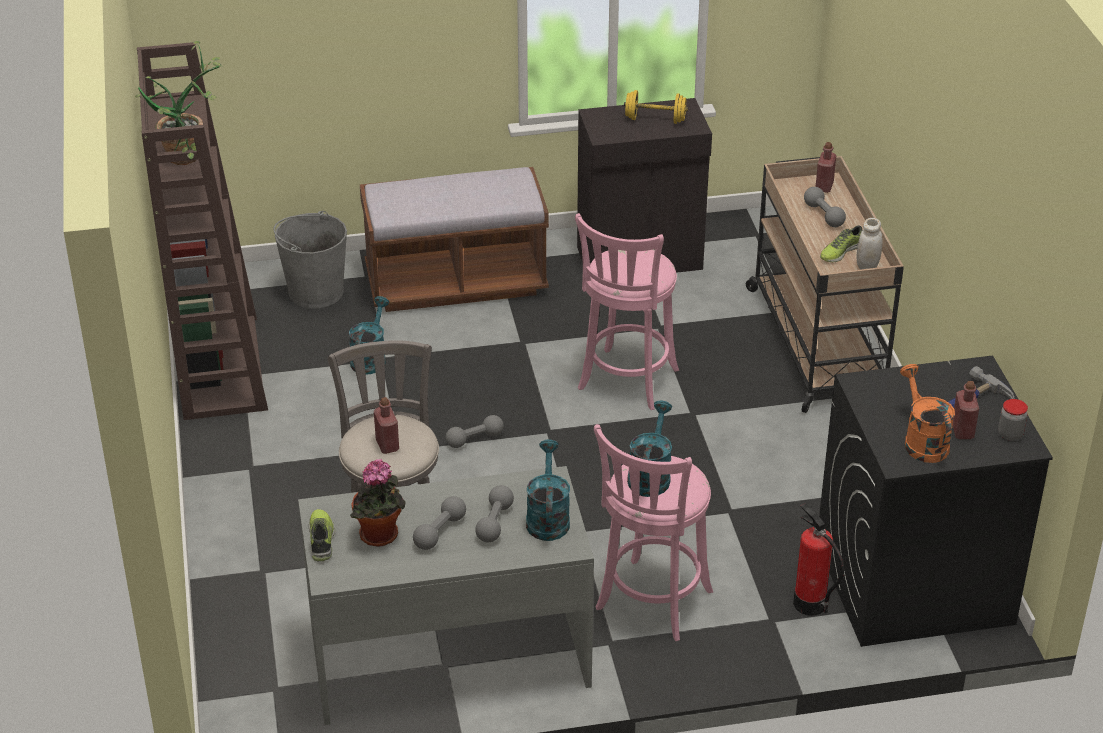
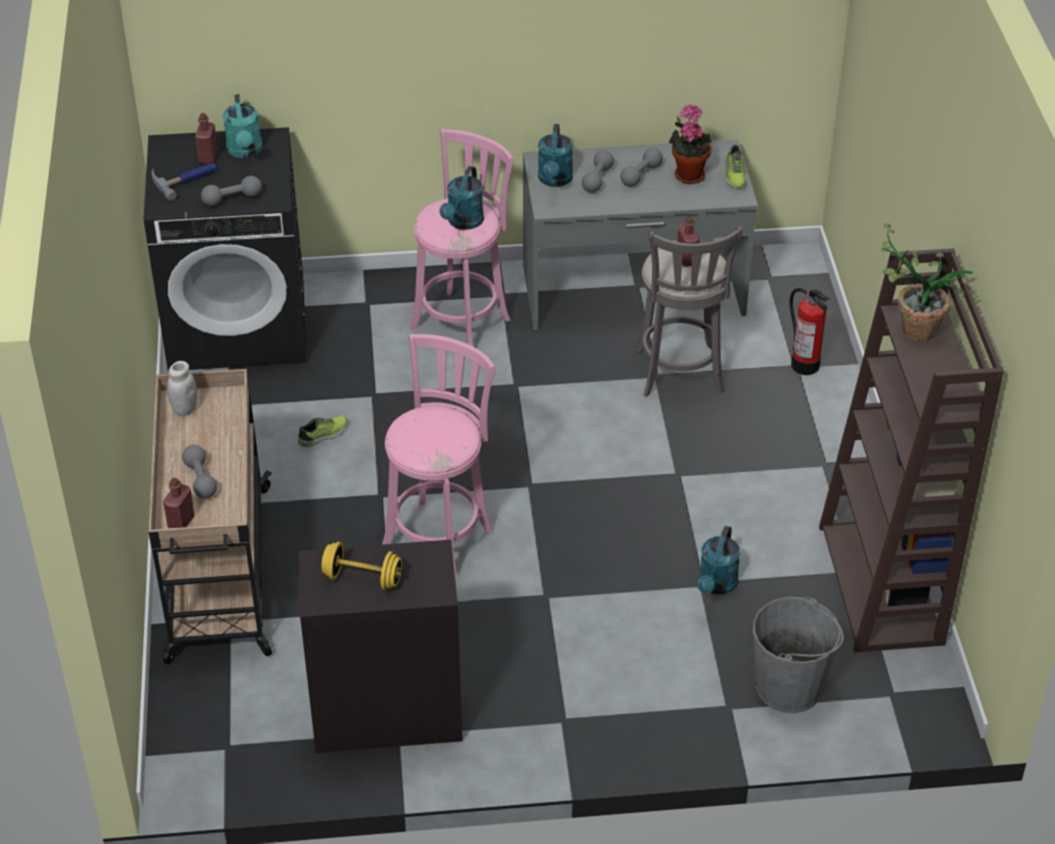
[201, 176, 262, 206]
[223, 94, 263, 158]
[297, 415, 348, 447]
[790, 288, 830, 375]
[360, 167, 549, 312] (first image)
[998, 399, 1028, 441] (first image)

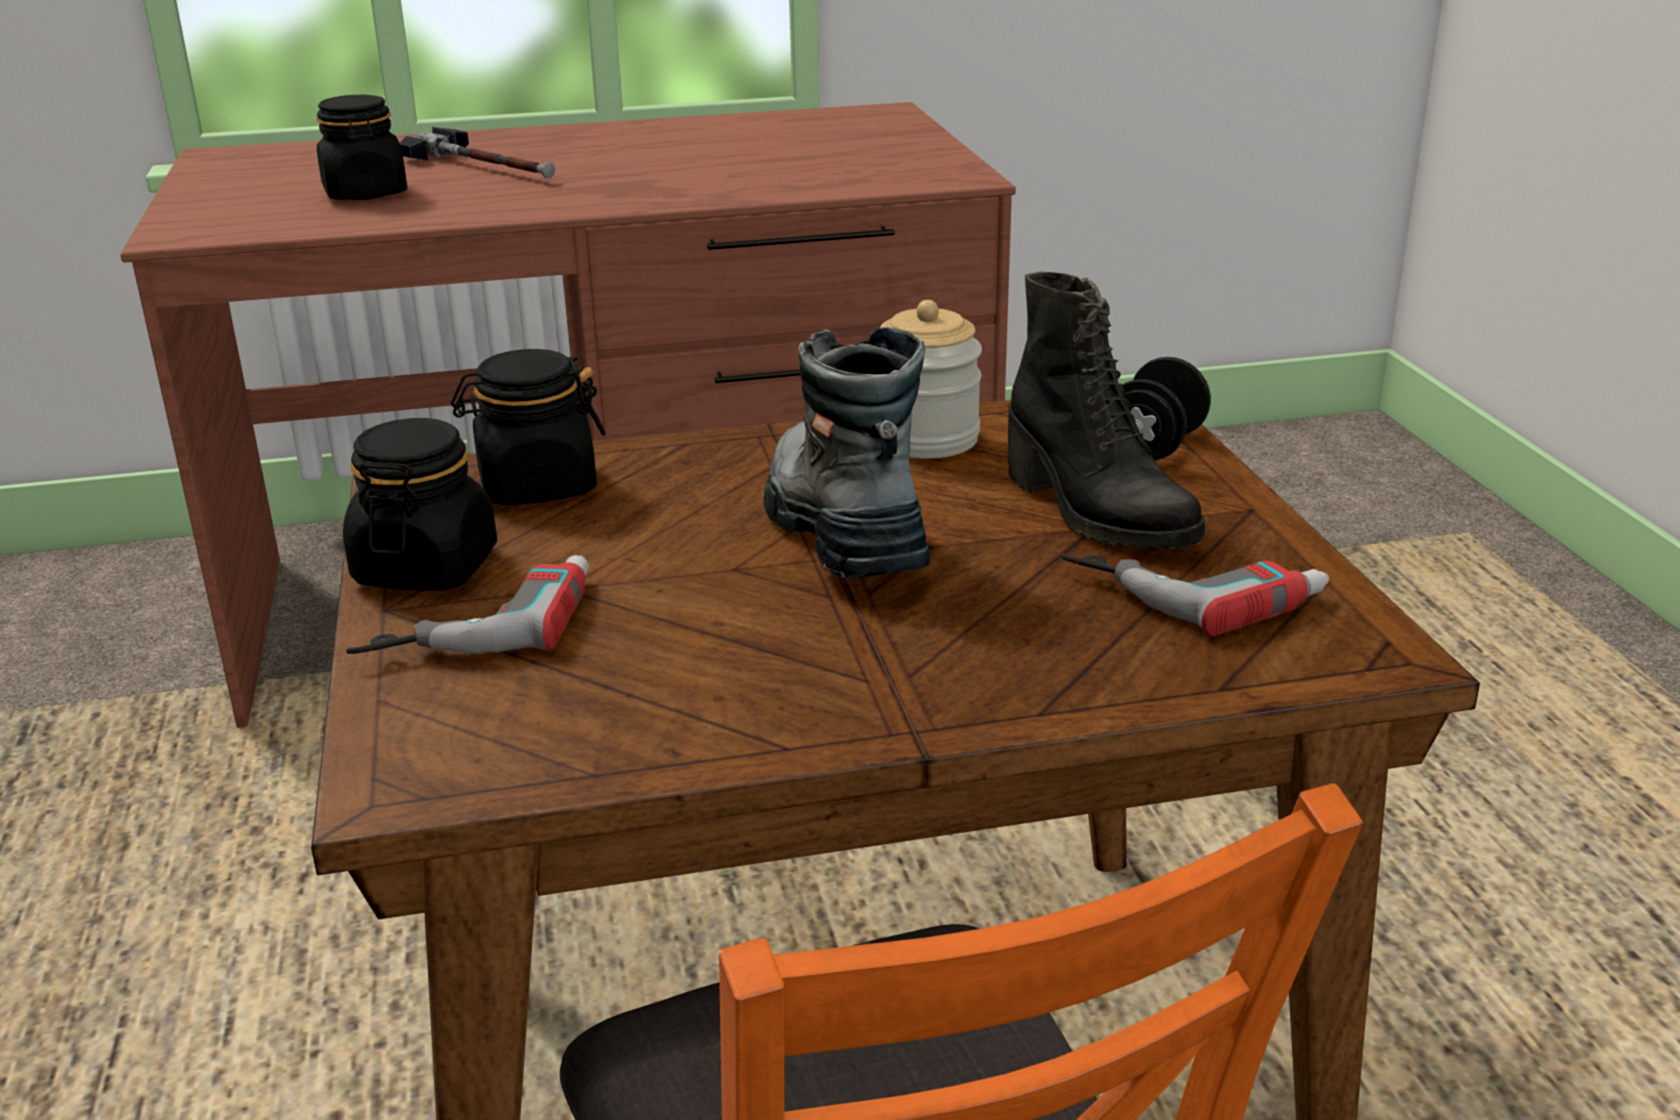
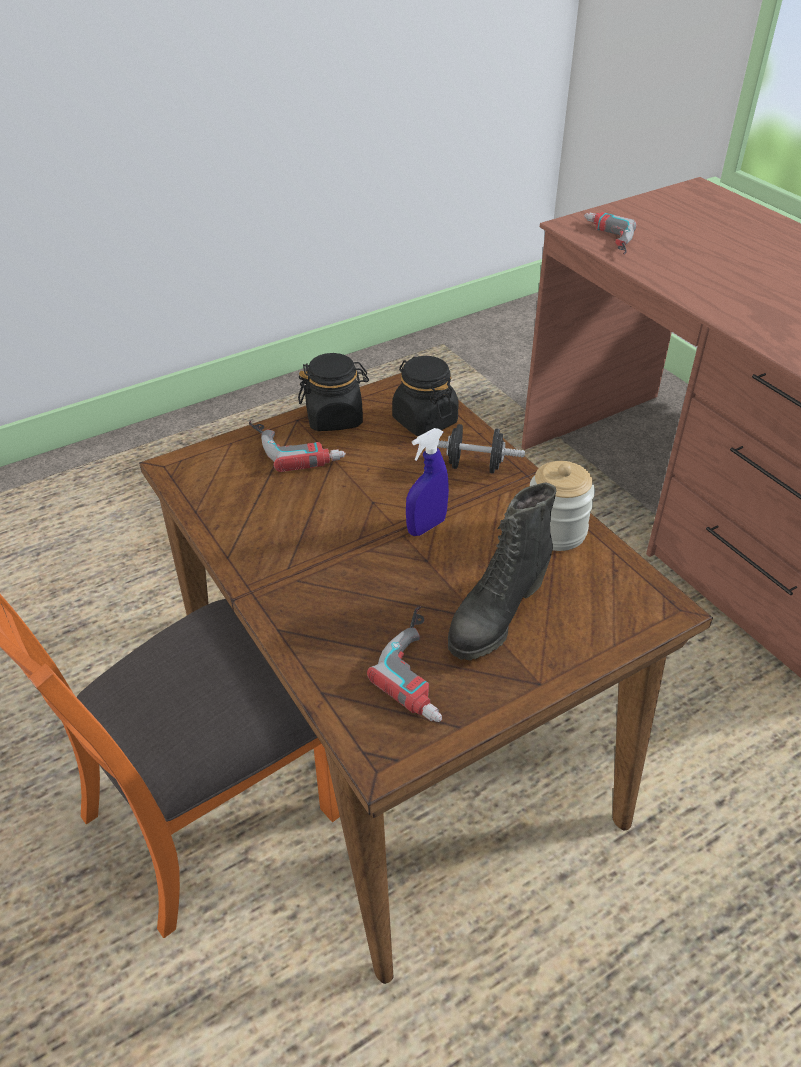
[406, 428, 449, 536]
[437, 424, 525, 473]
[584, 212, 637, 255]
[316, 94, 407, 200] (first image)
[400, 127, 555, 178] (first image)

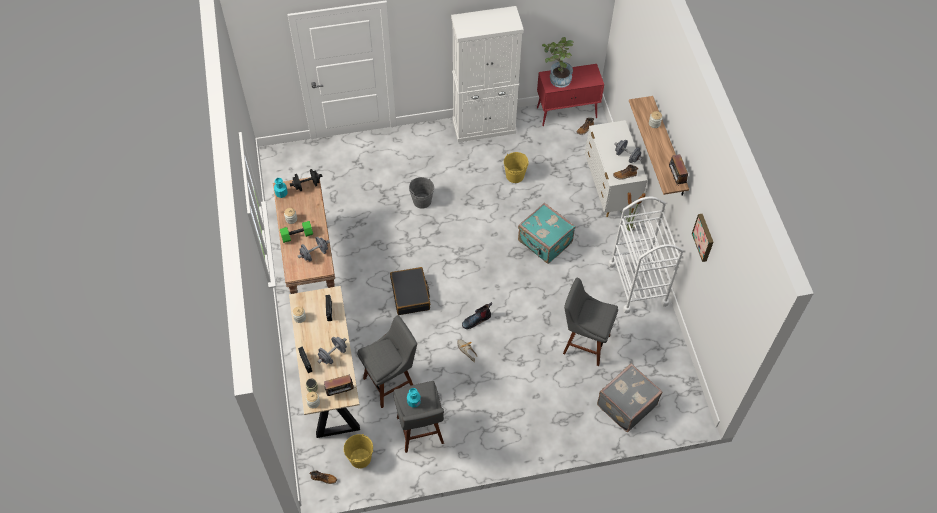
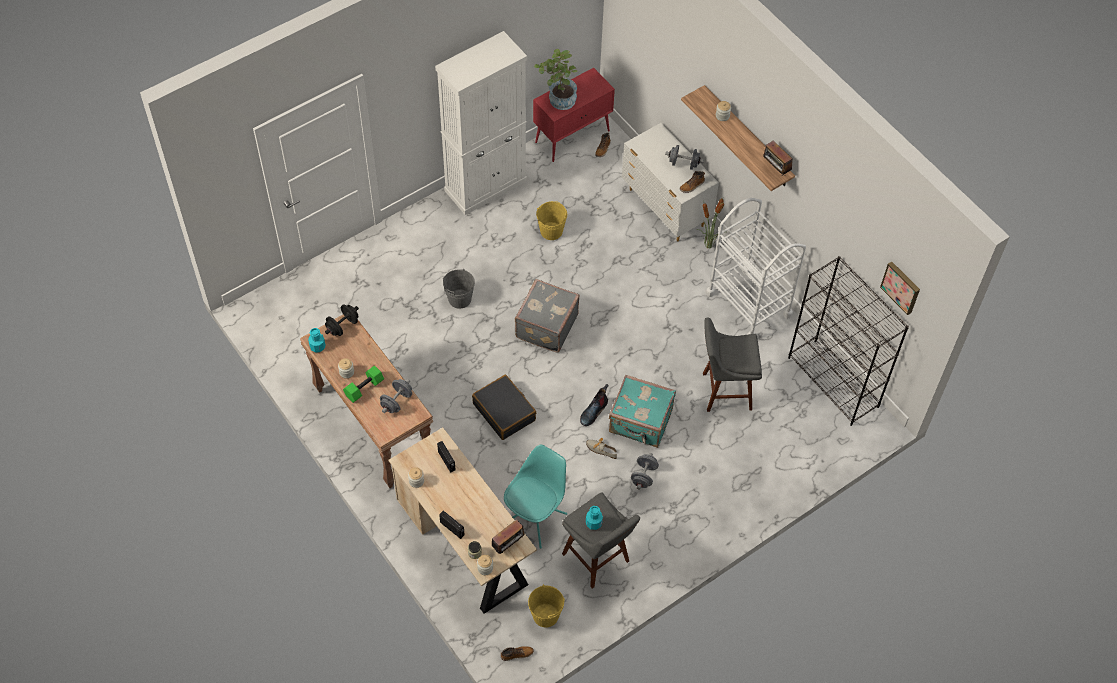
[504, 445, 567, 549]
[515, 279, 580, 353]
[609, 375, 676, 448]
[631, 453, 659, 490]
[788, 256, 909, 426]
[880, 261, 920, 315]

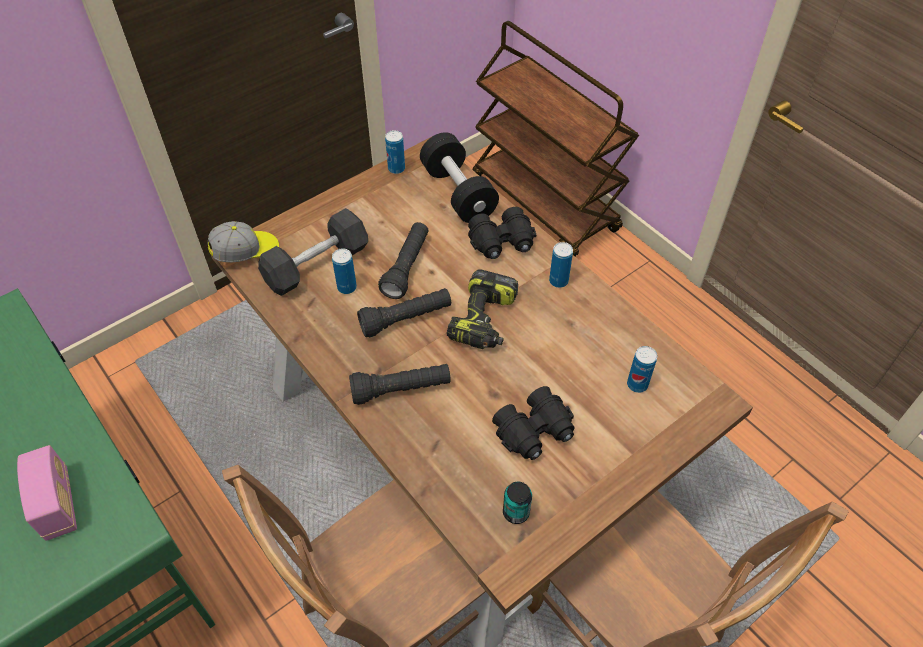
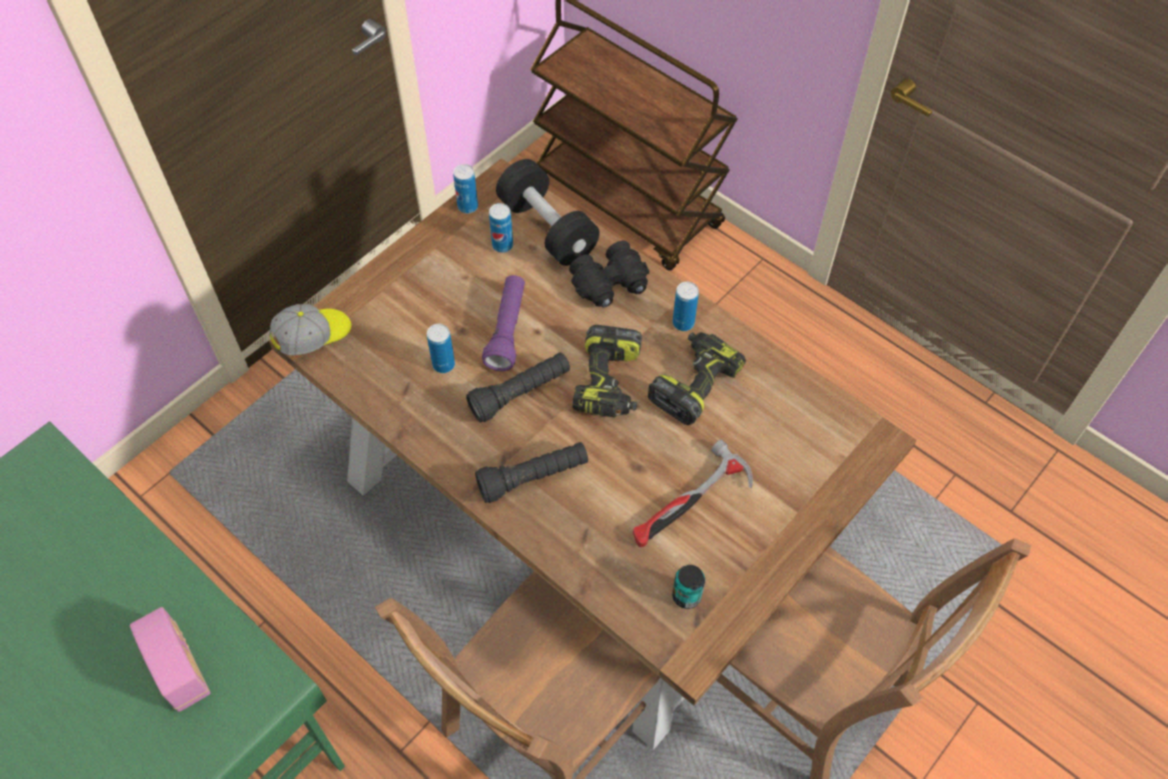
[482, 275, 525, 371]
[489, 203, 513, 253]
[633, 440, 753, 547]
[648, 332, 746, 425]
[258, 208, 368, 296] (first image)

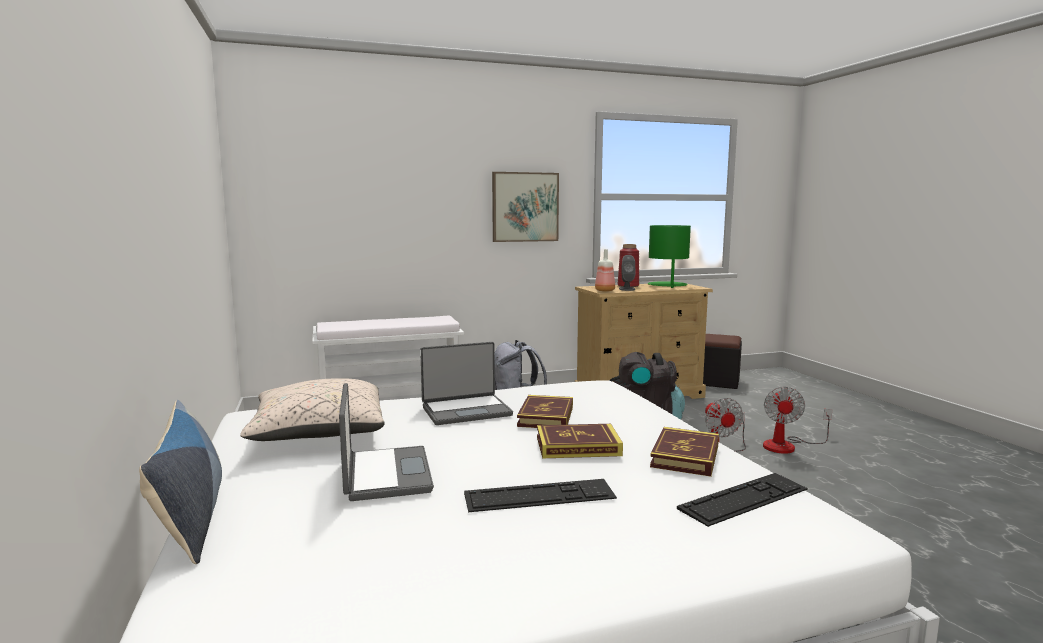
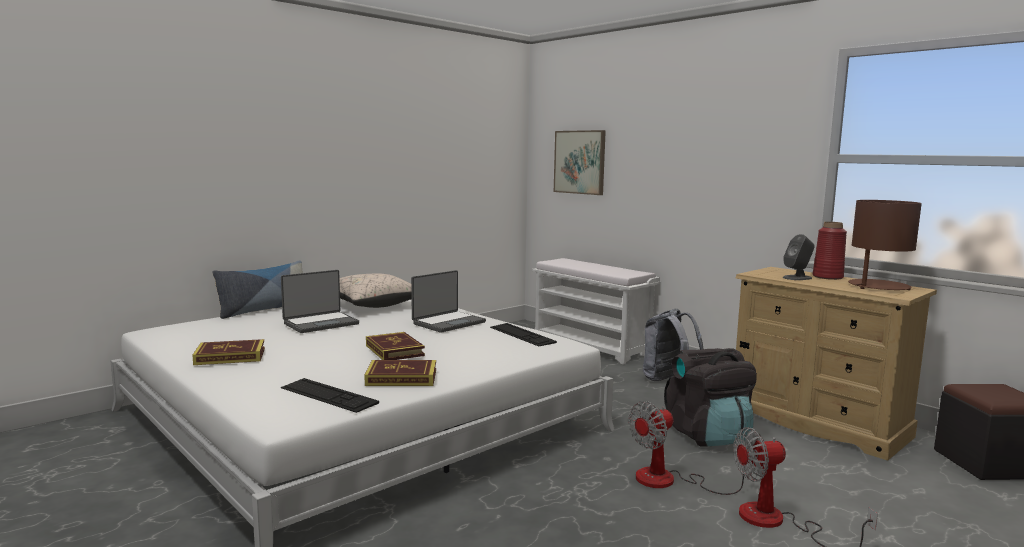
[192, 339, 265, 365]
[411, 270, 486, 333]
[490, 323, 557, 346]
[554, 130, 606, 195]
[848, 200, 922, 290]
[595, 249, 615, 292] (first image)

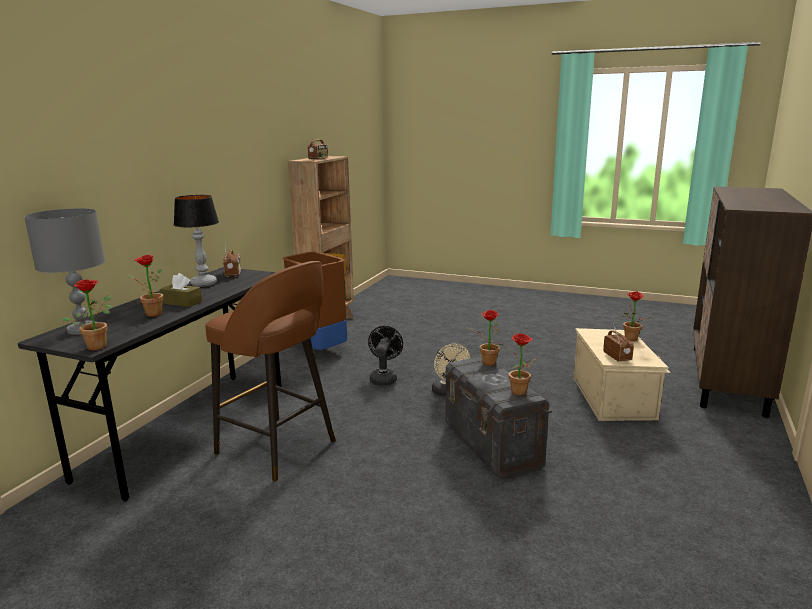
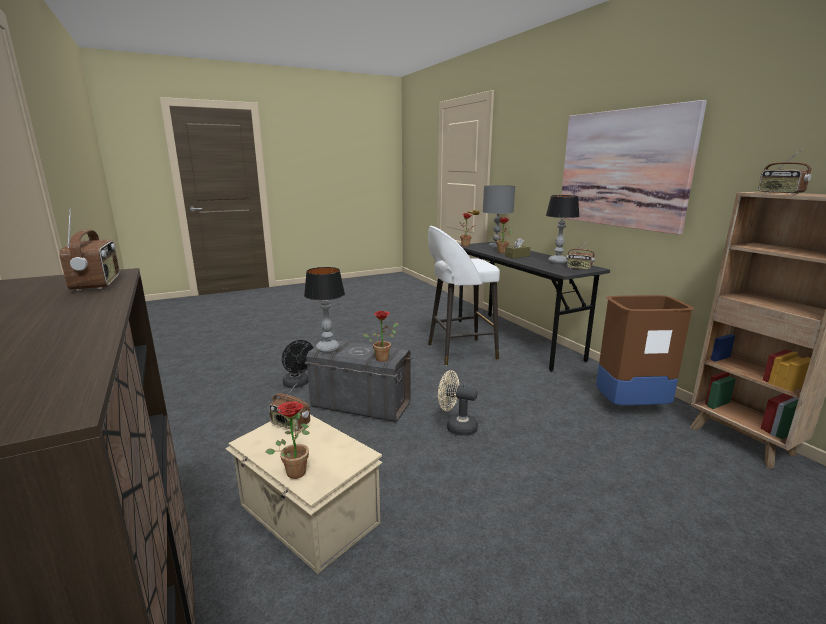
[59, 208, 120, 291]
[282, 340, 314, 388]
[304, 267, 345, 353]
[428, 226, 500, 366]
[561, 100, 707, 235]

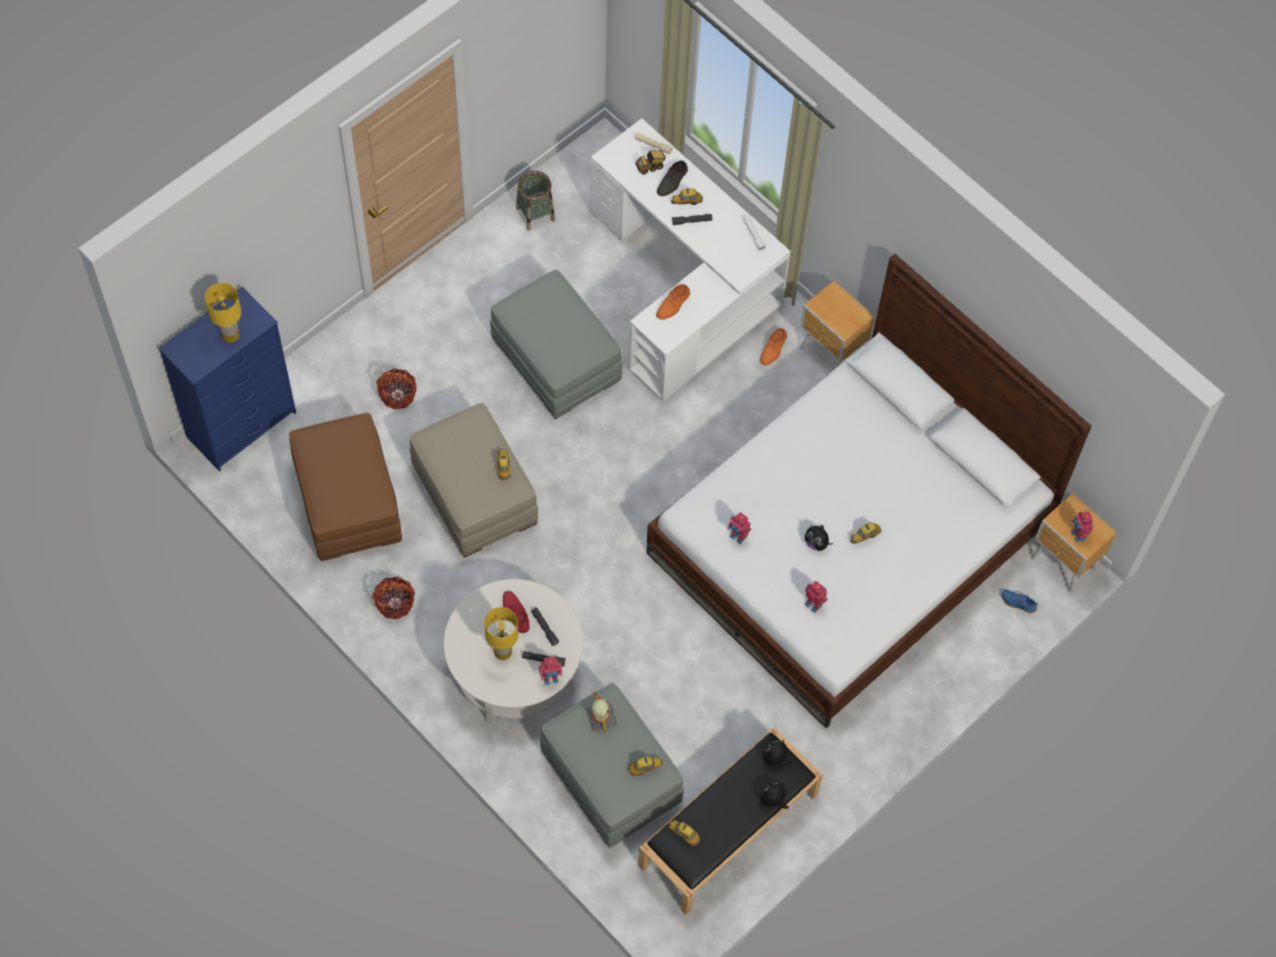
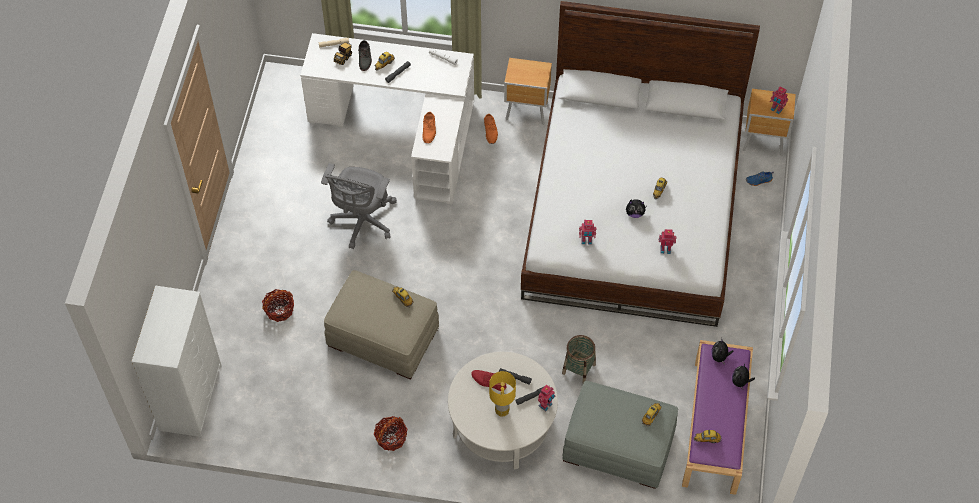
[131, 286, 222, 437]
[321, 163, 397, 249]
[562, 335, 596, 383]
[682, 340, 753, 495]
[205, 283, 242, 343] (first image)
[289, 413, 402, 561] (first image)
[586, 691, 618, 733] (first image)

